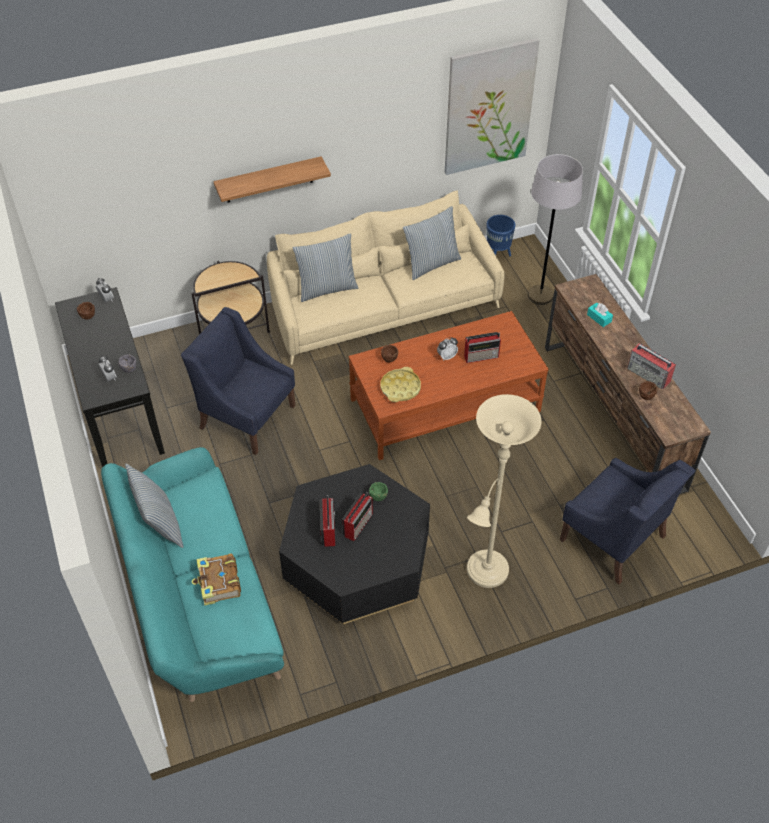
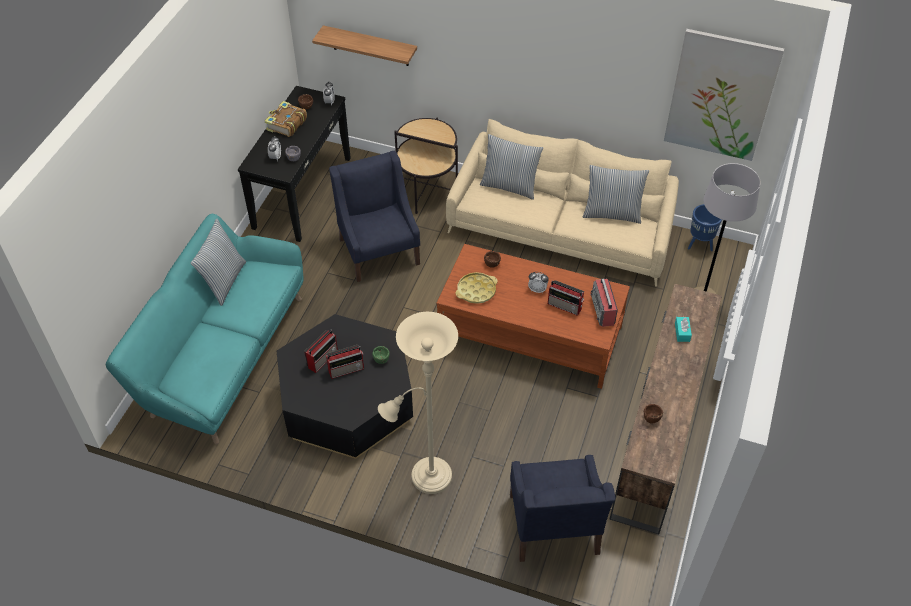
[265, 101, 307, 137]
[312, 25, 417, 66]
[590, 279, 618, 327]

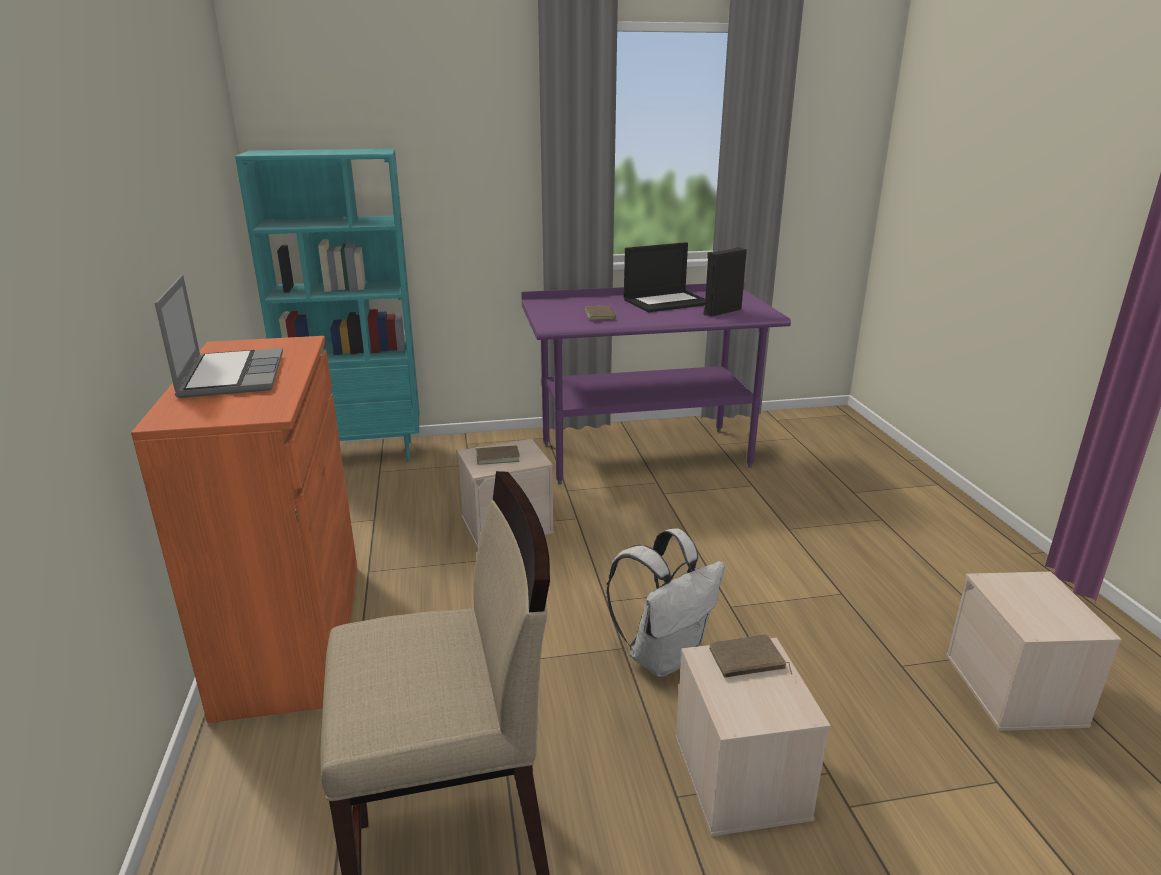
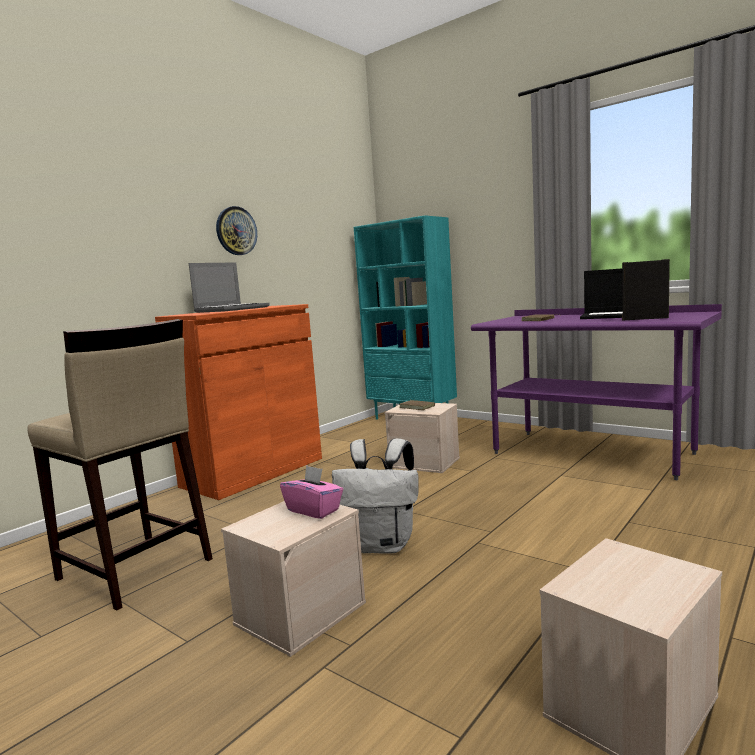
[216, 206, 257, 255]
[280, 465, 343, 519]

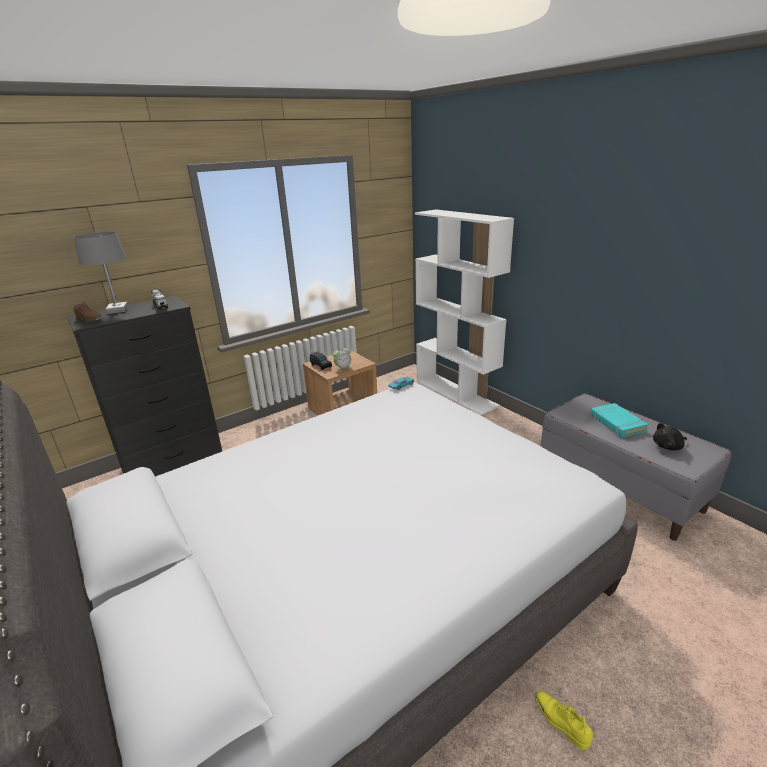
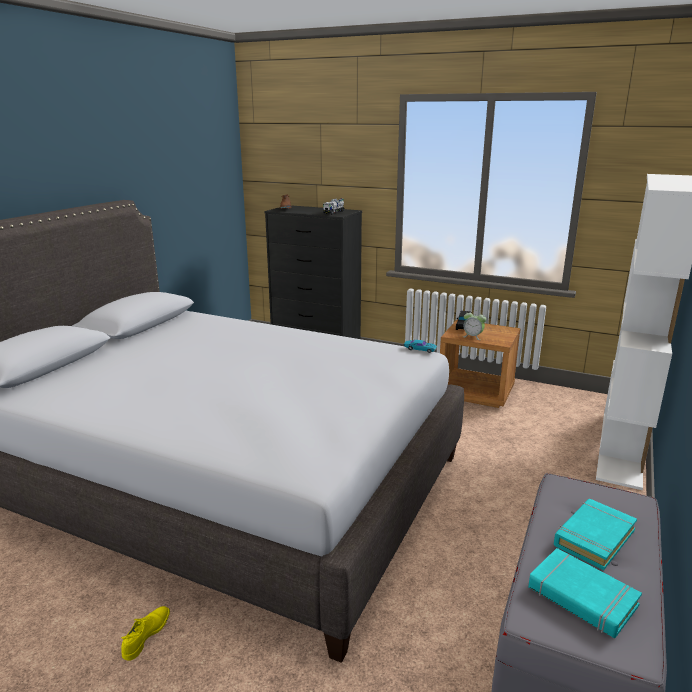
[528, 548, 642, 638]
[74, 232, 128, 314] (first image)

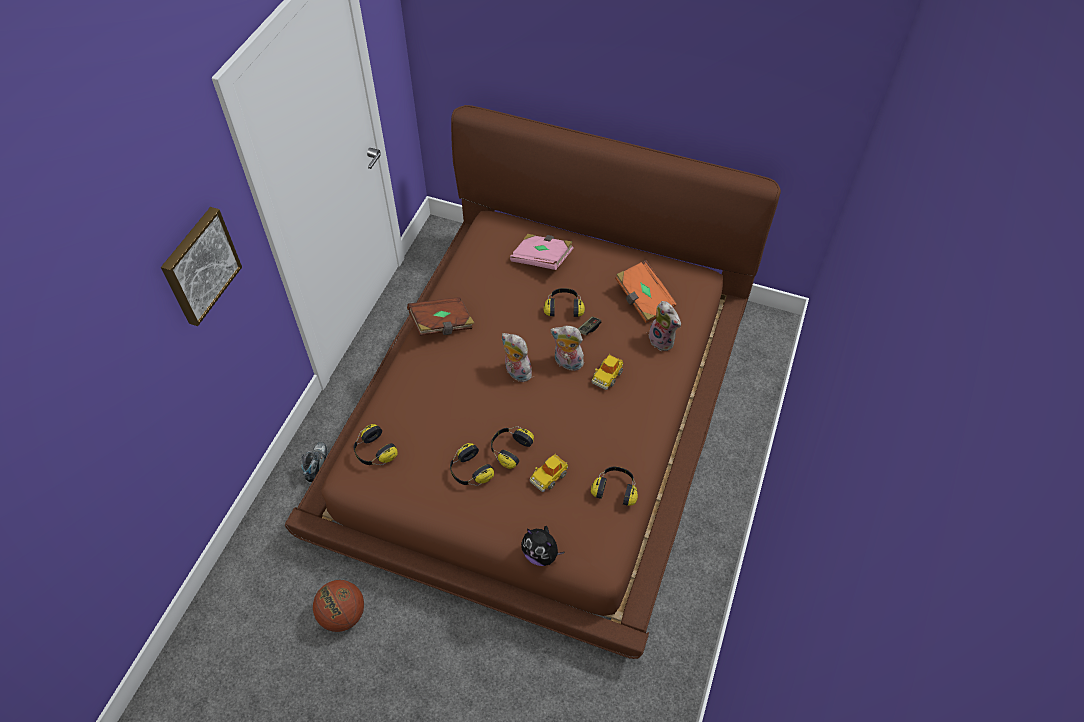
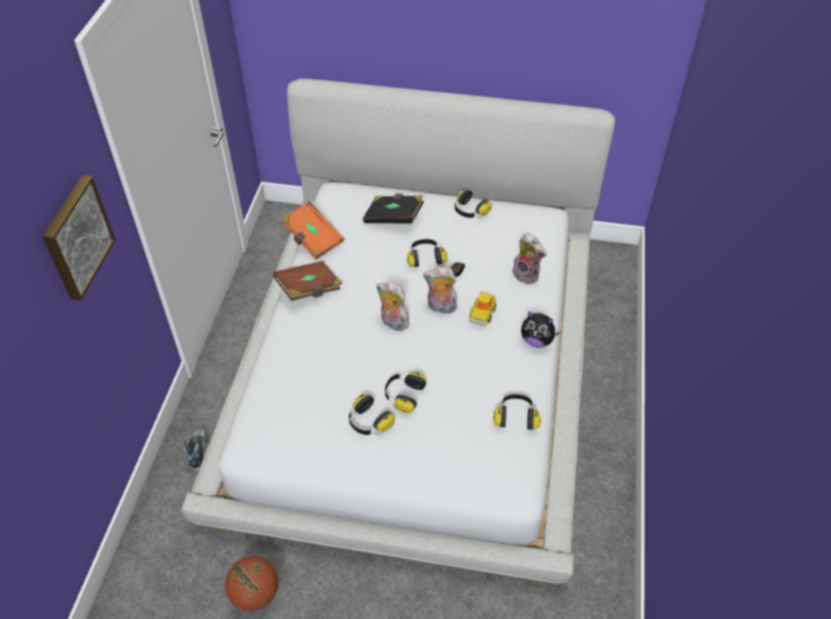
[181, 79, 615, 584]
[282, 201, 344, 260]
[363, 193, 424, 224]
[455, 188, 492, 218]
[521, 311, 560, 348]
[530, 453, 568, 492] (first image)

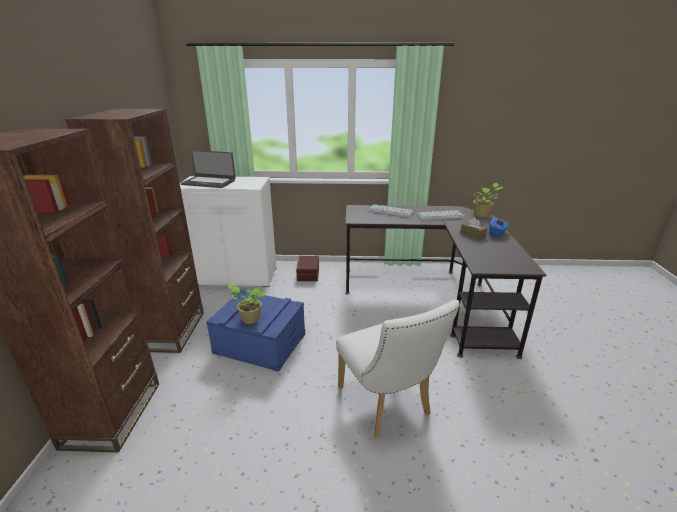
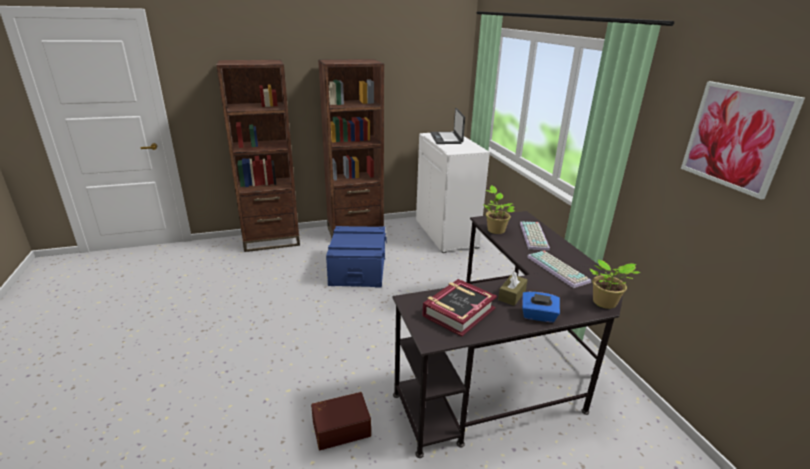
[311, 392, 371, 450]
[422, 279, 497, 337]
[483, 185, 515, 234]
[681, 81, 805, 199]
[336, 300, 460, 437] (first image)

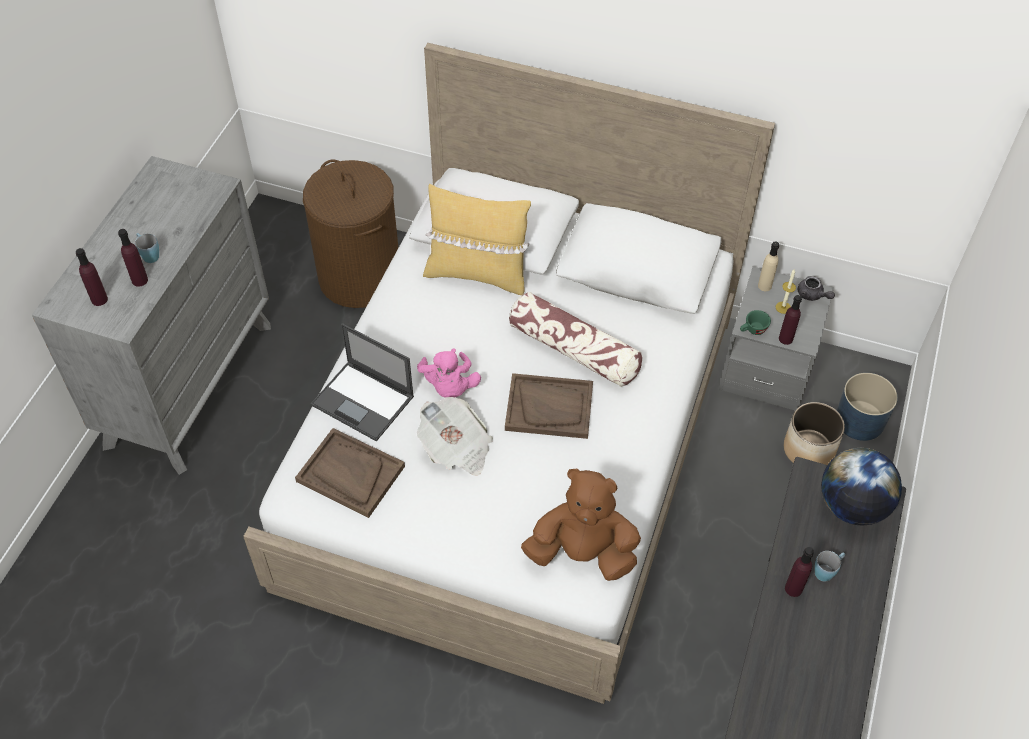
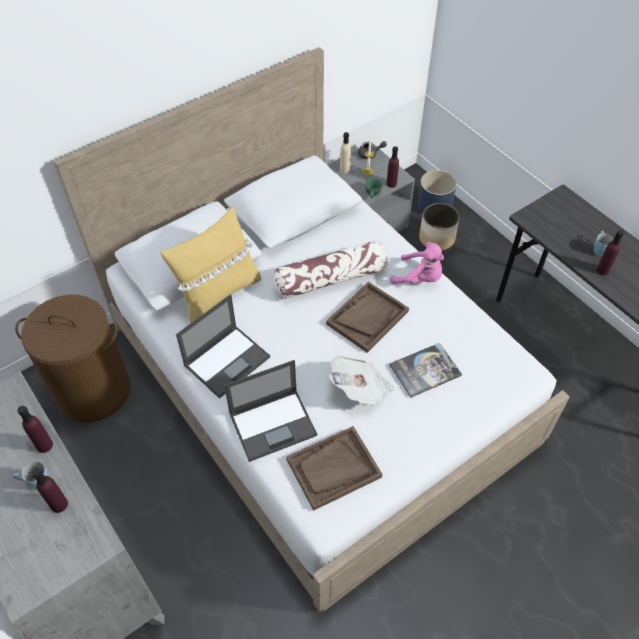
[18, 406, 53, 453]
[176, 294, 270, 399]
[389, 343, 462, 398]
[390, 242, 444, 284]
[521, 469, 641, 581] (first image)
[821, 448, 902, 526] (first image)

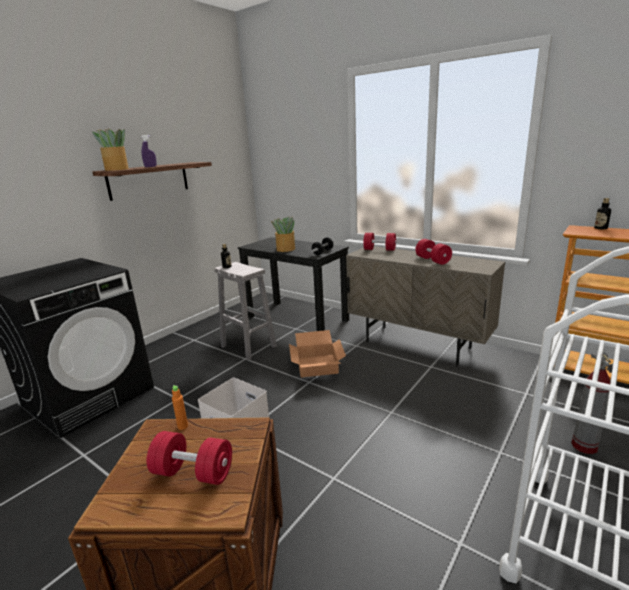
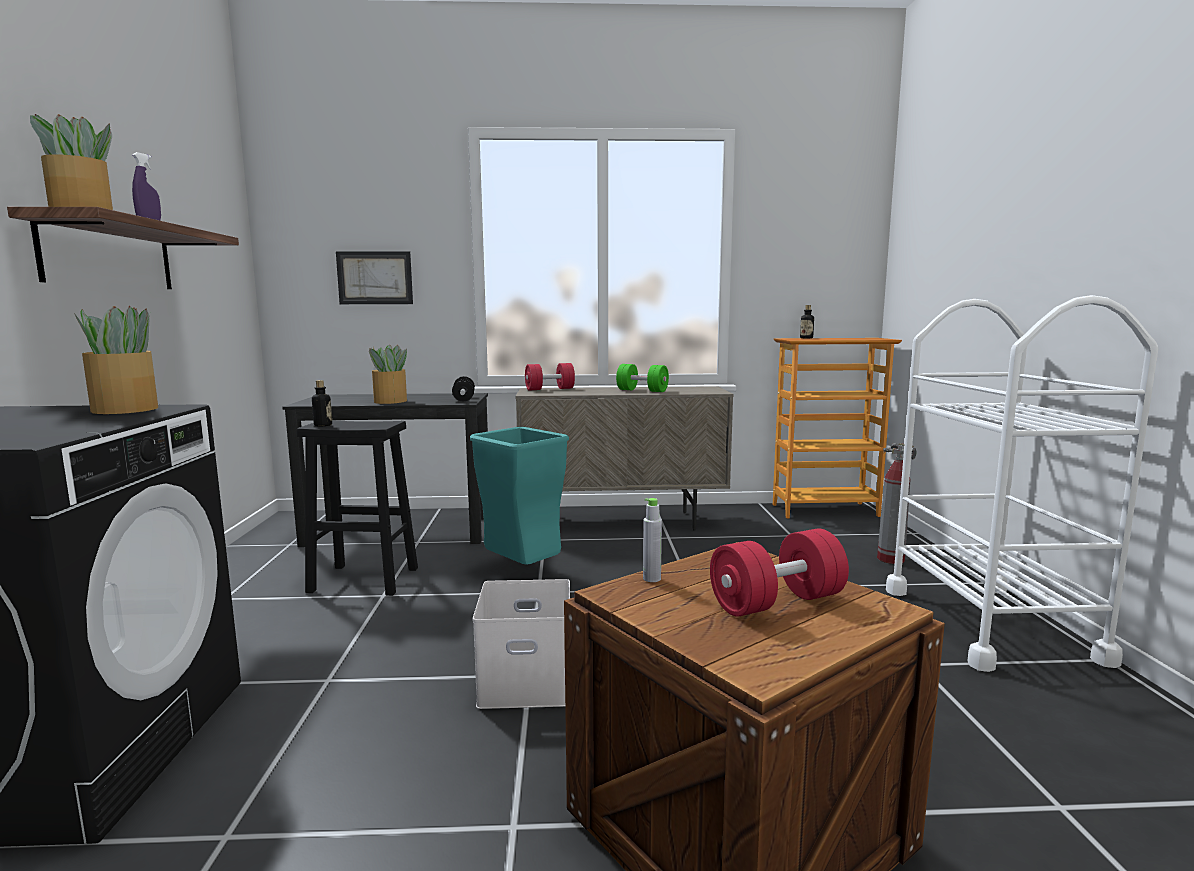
[74, 306, 158, 414]
[297, 420, 418, 596]
[336, 251, 413, 304]
[470, 427, 569, 565]
[616, 364, 669, 392]
[643, 498, 662, 582]

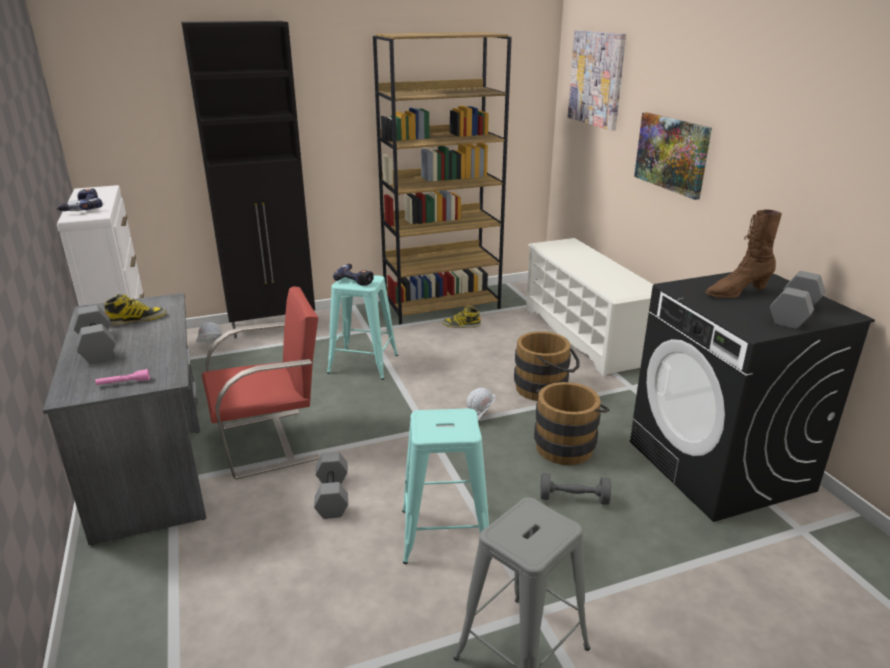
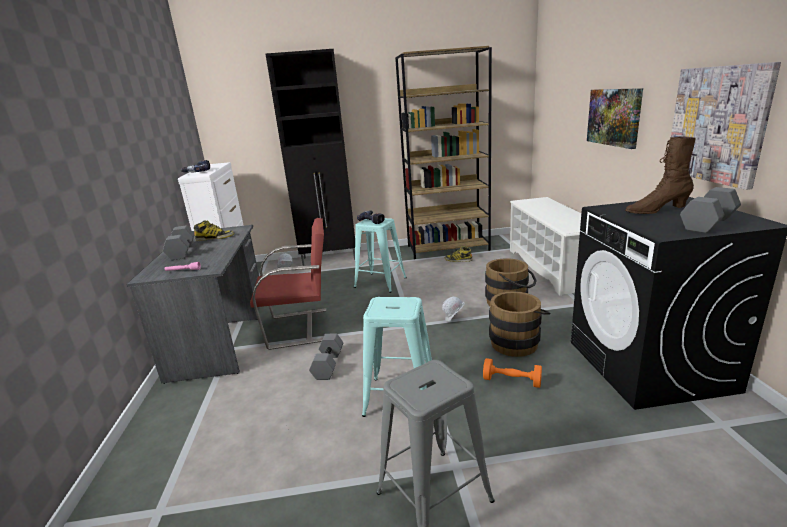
[483, 358, 542, 388]
[671, 62, 781, 190]

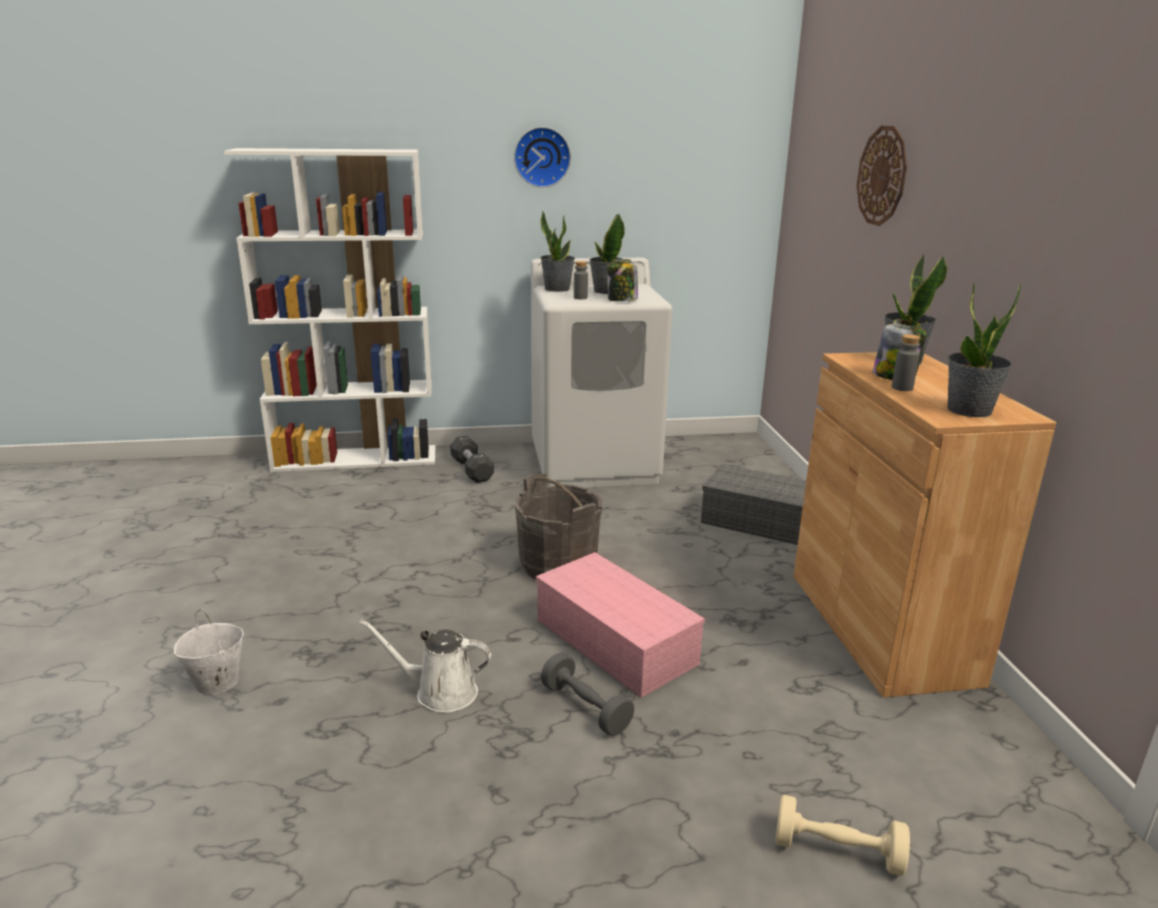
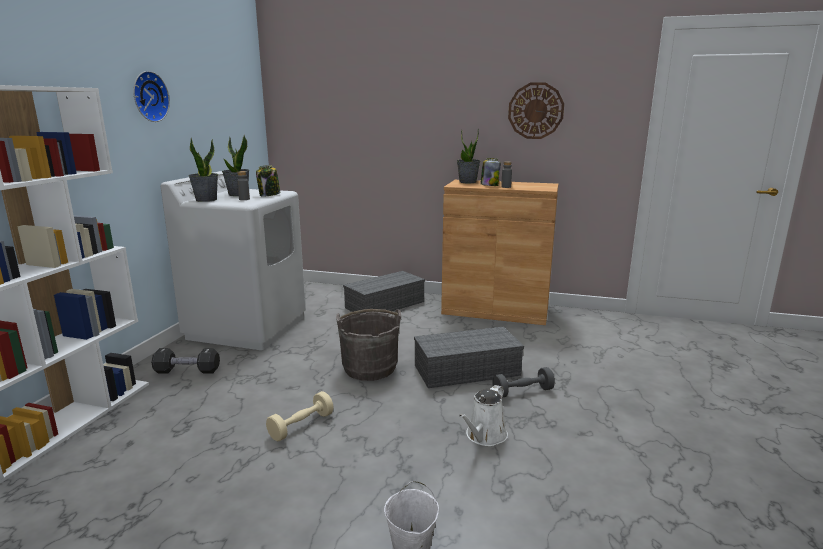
[266, 391, 334, 441]
[414, 327, 524, 388]
[508, 82, 564, 139]
[947, 283, 1022, 417] (first image)

